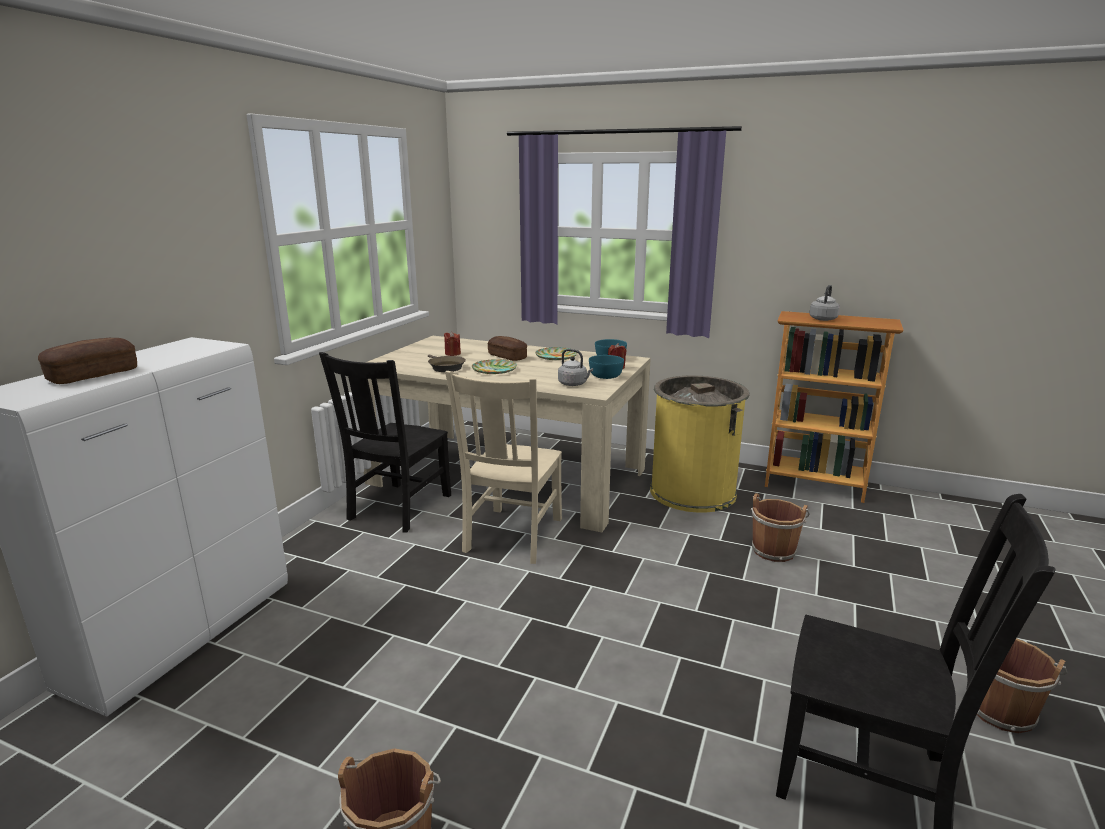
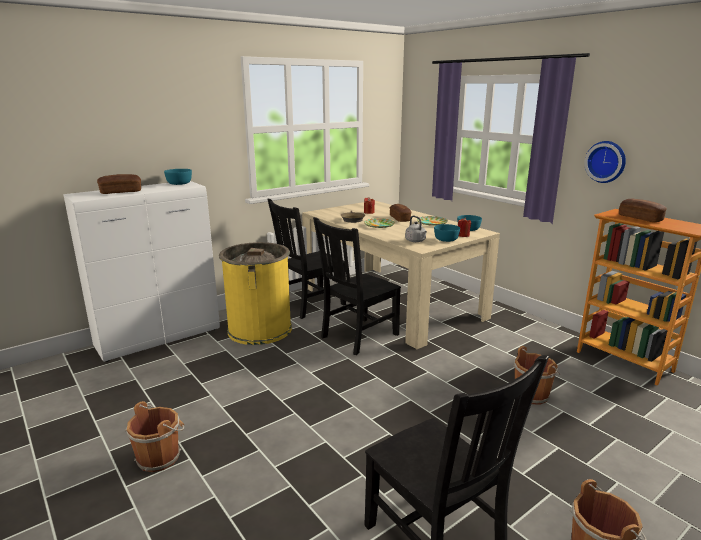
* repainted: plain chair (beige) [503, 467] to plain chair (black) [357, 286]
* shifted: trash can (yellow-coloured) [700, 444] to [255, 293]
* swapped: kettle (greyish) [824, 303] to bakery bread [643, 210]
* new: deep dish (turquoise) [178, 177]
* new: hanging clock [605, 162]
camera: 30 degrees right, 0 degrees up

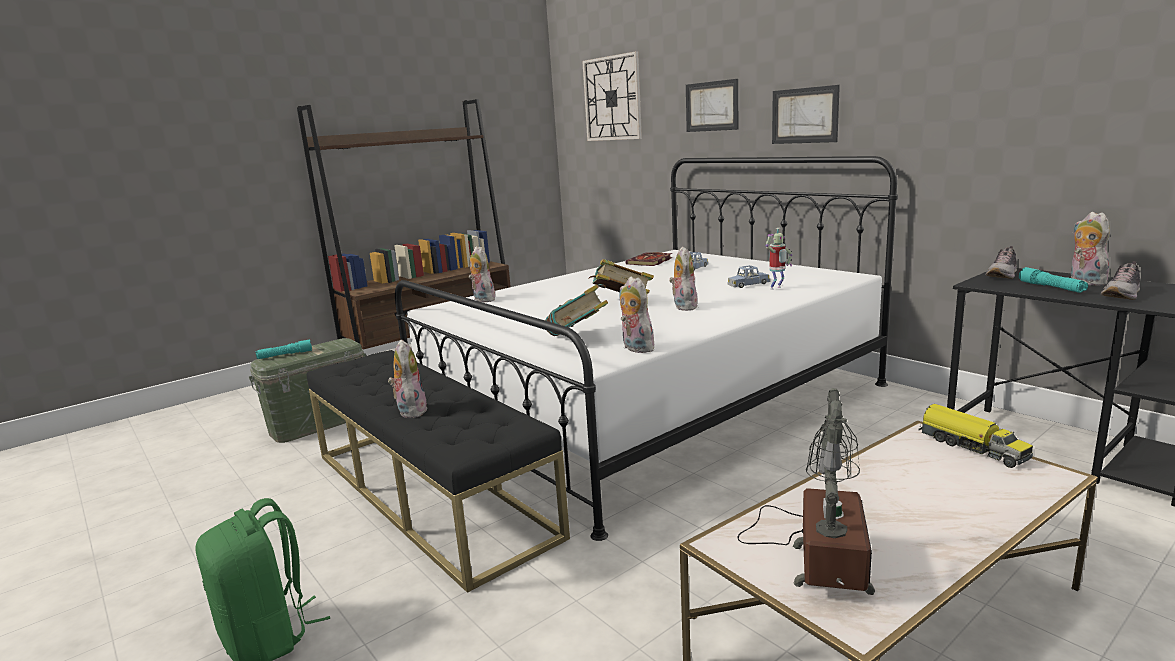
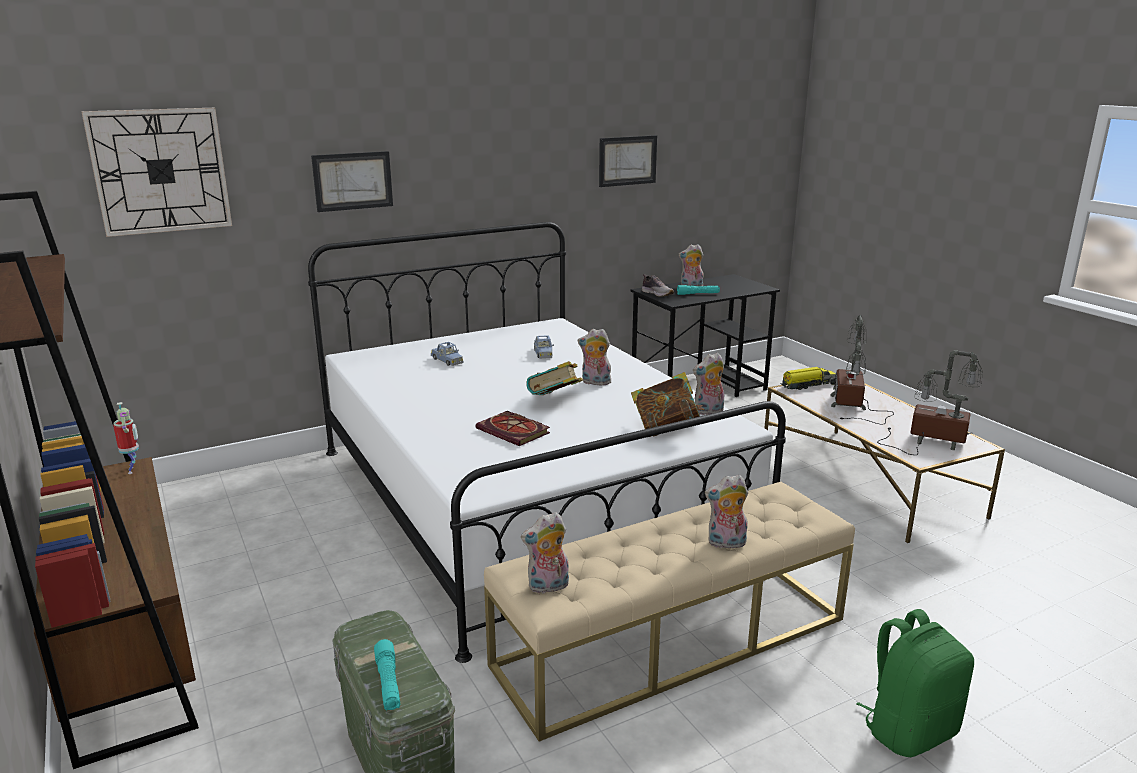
* repainted: indoor bench (black) [438, 471] to indoor bench (beige) [669, 612]
* shifted: cuddly toy [481, 274] to [545, 553]
* shifted: book [649, 259] to [513, 428]
* shifted: toy robot [779, 259] to [126, 438]
* shifted: wall art [806, 114] to [628, 161]
* gone: low shoe [1120, 280]
* new: table lamp [862, 370]
camera: 80 degrees left, 5 degrees up

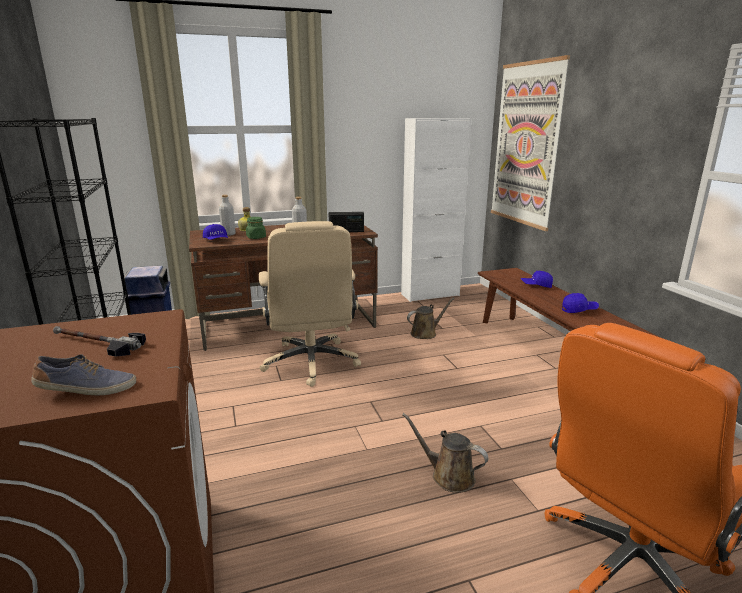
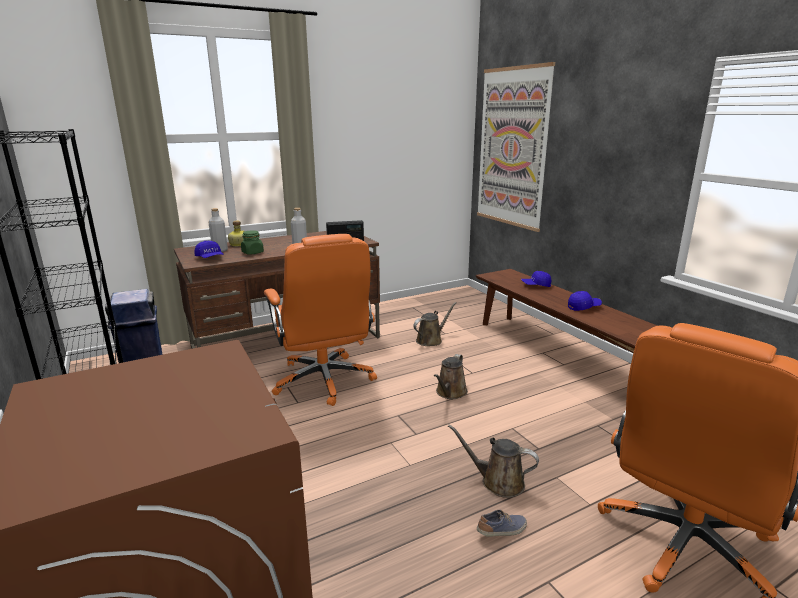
* shifted: low shoe [83, 374] to [502, 523]
* gone: tool hammer [99, 341]
* repainted: office chair (beige) [310, 304] to office chair (orange) [320, 320]
* gone: cabinet (whitish) [436, 210]
* new: watering pot (brownish) [451, 376]
camera: 10 degrees left, 0 degrees up

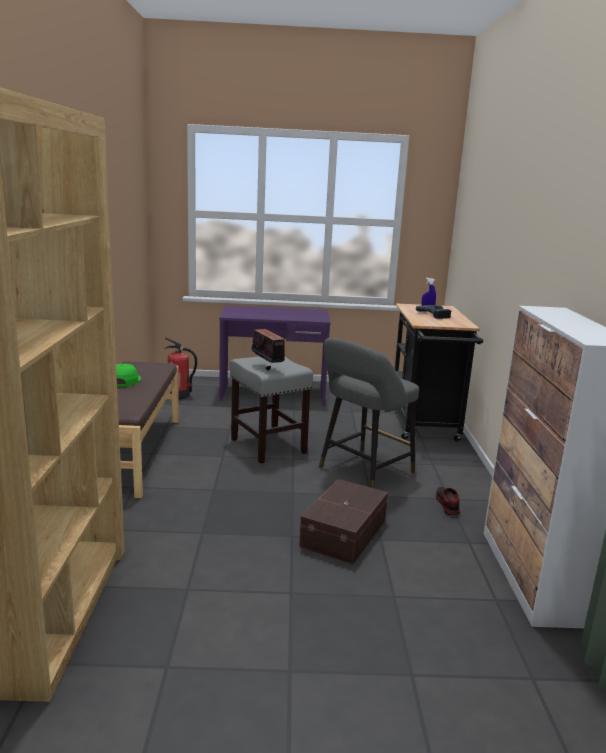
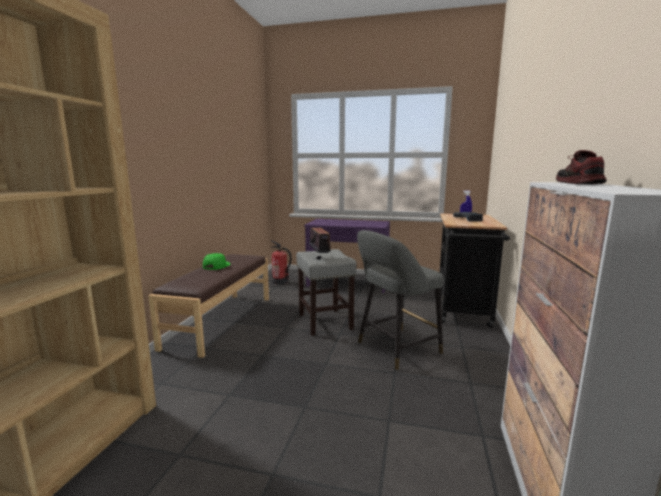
* gone: storage container (brownish) [343, 521]
* shifted: low shoe [448, 501] to [581, 167]
camera: 15 degrees right, 5 degrees down

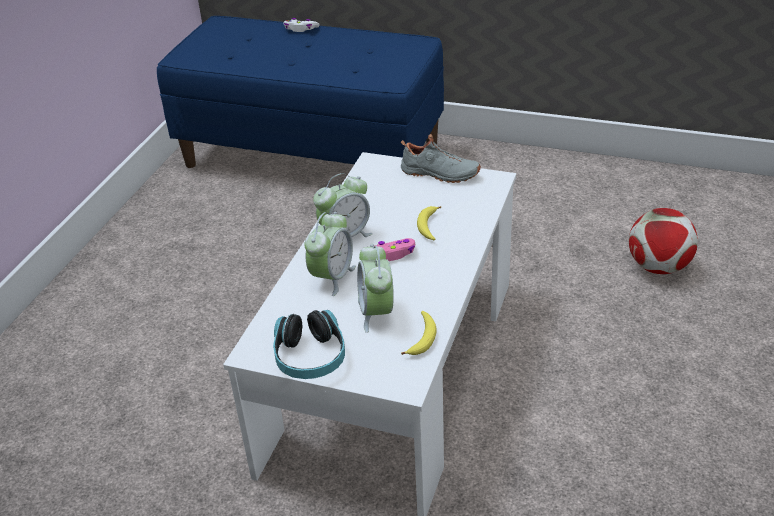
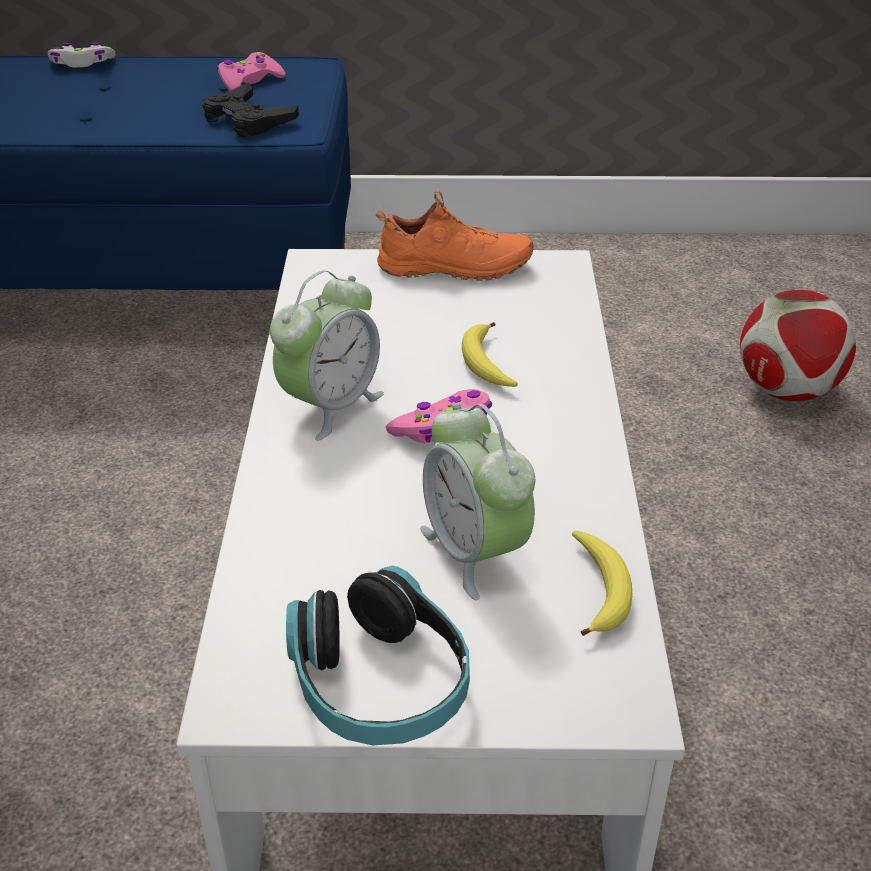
* gone: table clock [330, 254]
* repainted: low shoe (greyish) [441, 158] to low shoe (orange) [454, 236]
* new: joypad (black) [250, 110]
* new: joypad (pinkish) [251, 71]
camera: 20 degrees left, 0 degrees up

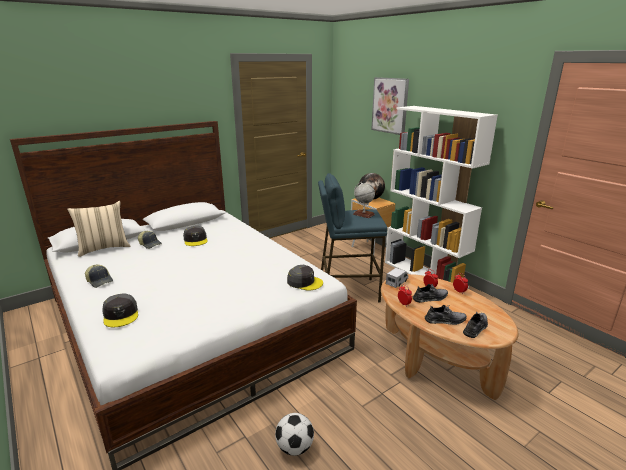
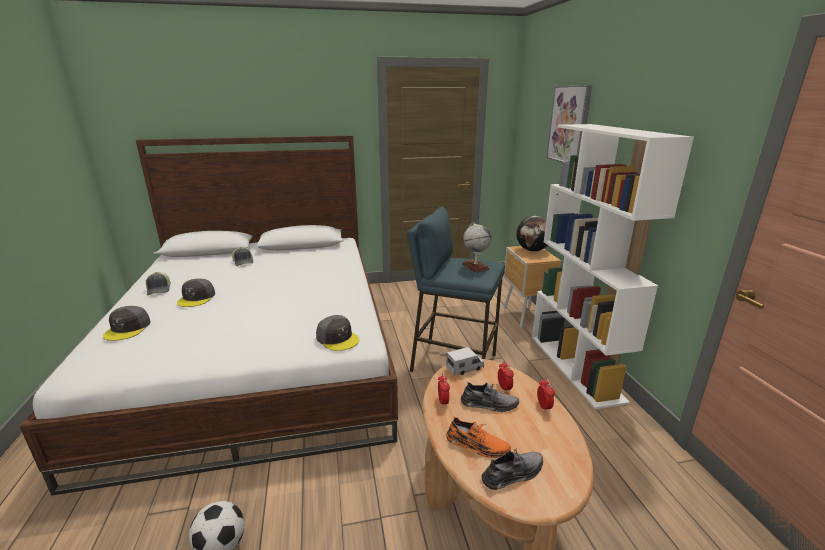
* gone: pillow (beige) [99, 229]
* shifted: cap (greyish) [195, 236] to [196, 292]
* repainted: low shoe (greyish) [446, 315] to low shoe (orange) [478, 437]
camera: 25 degrees right, 0 degrees up

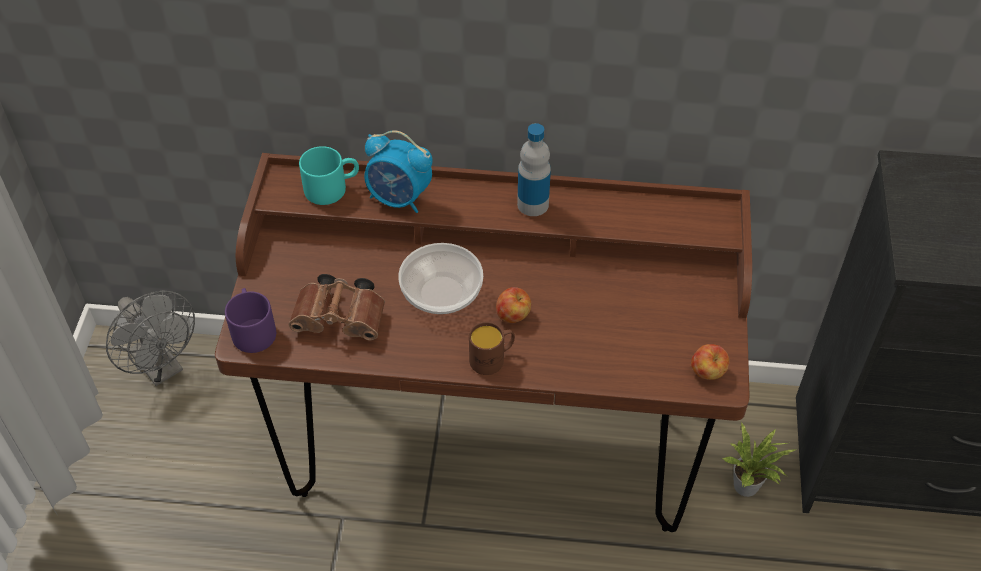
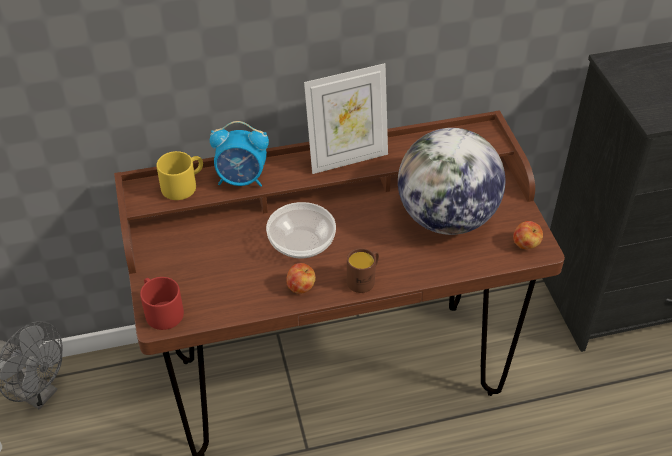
* repainted: tea mug (purple-coloured) [250, 320] to tea mug (reddish) [162, 303]
* gone: field glasses (brownish) [337, 307]
* repainted: tea mug (turquoise) [329, 175] to tea mug (yellow-coloured) [179, 175]
* shifted: apple [513, 305] to [301, 278]
* swapped: bottle [534, 169] to picture frame [346, 118]
* gone: houseplant [758, 459]
* new: globe [451, 181]
camera: 20 degrees left, 5 degrees down

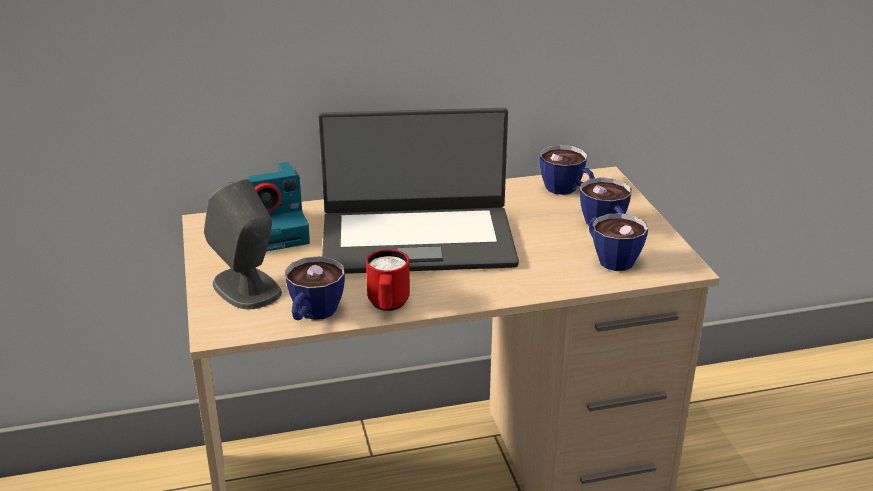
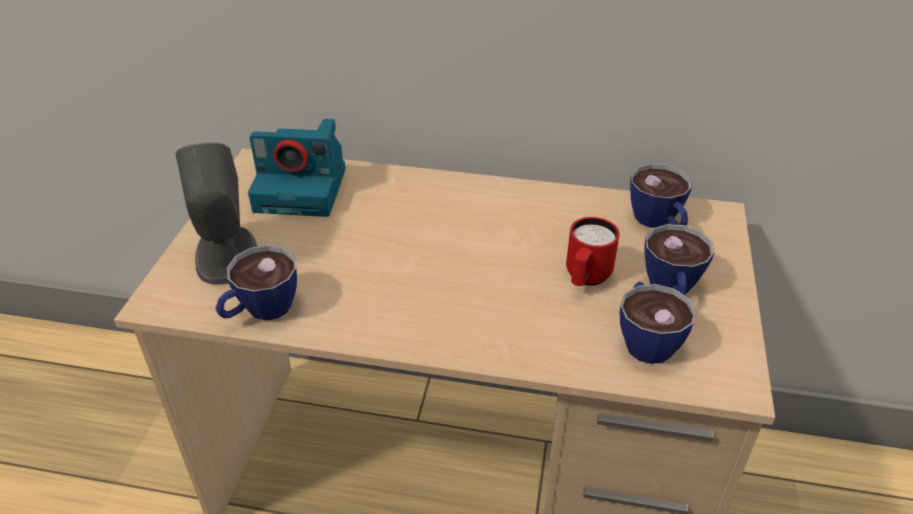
* gone: notebook computer [419, 191]
* shifted: tea mug (reddish) [388, 280] to [593, 251]
camera: 25 degrees right, 10 degrees up

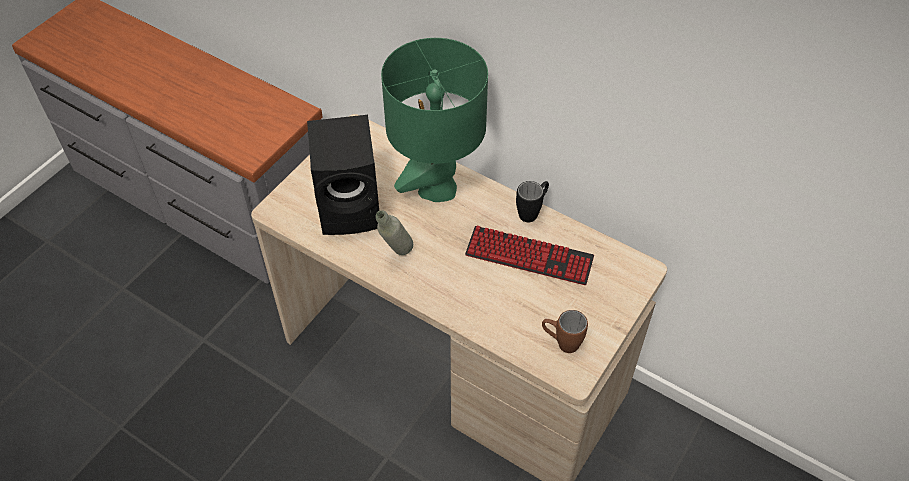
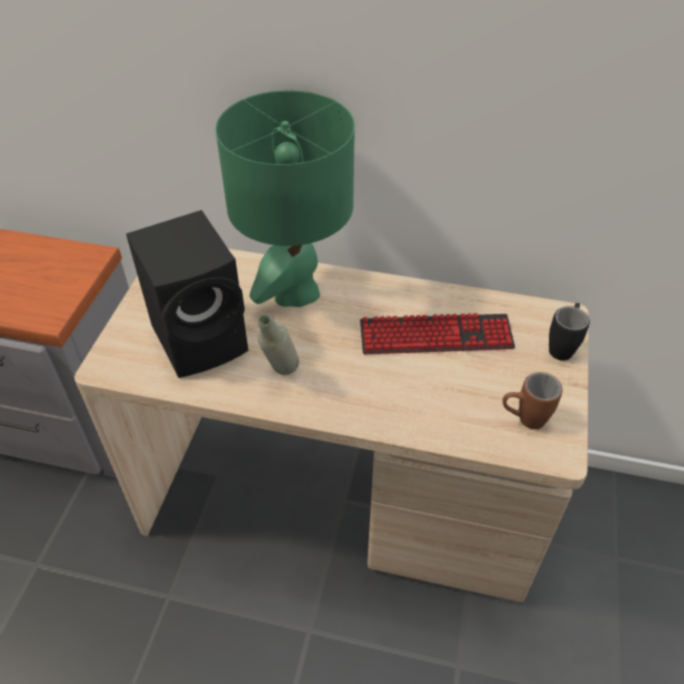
* shifted: tea mug (black) [532, 201] to [569, 332]
camera: 20 degrees left, 5 degrees down

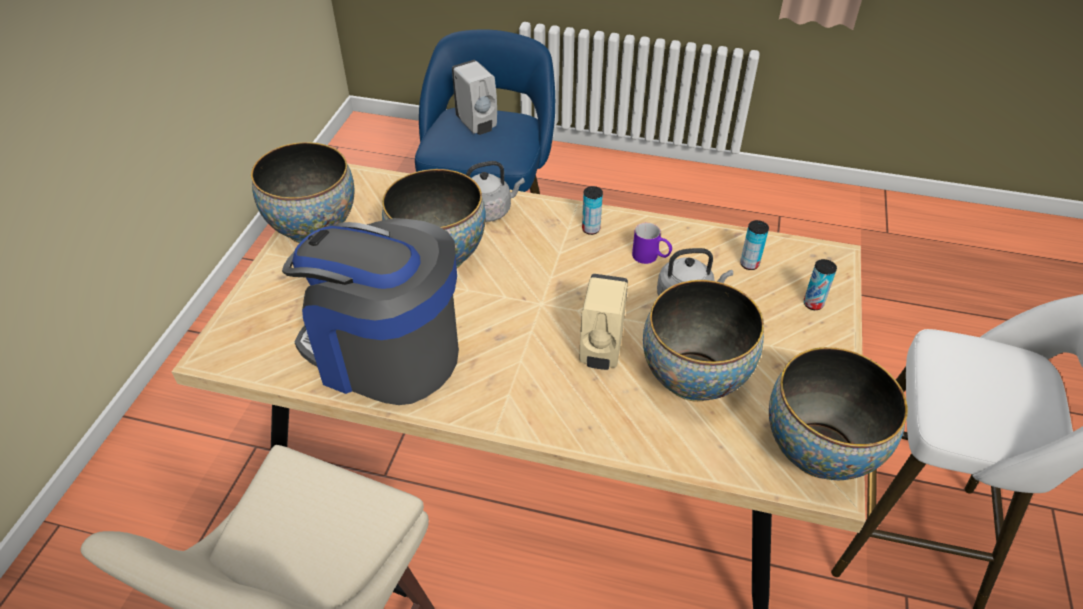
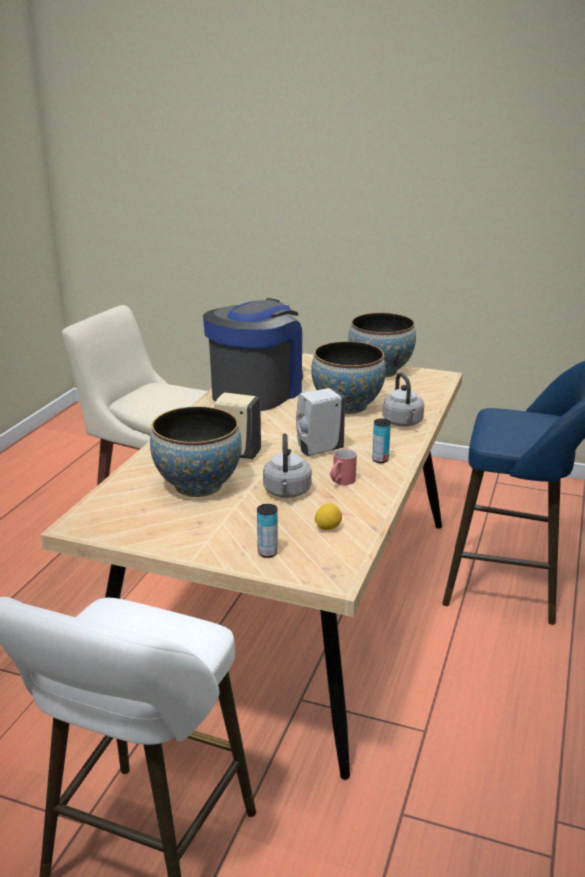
* shifted: soap dispenser (whitish) [474, 97] to [320, 422]
* repainted: tea mug (purple-coloured) [652, 243] to tea mug (reddish) [343, 467]
* swapped: metal can [754, 245] to citrus fruit [328, 517]
* gone: deep dish [838, 413]
camera: 95 degrees right, 20 degrees down

